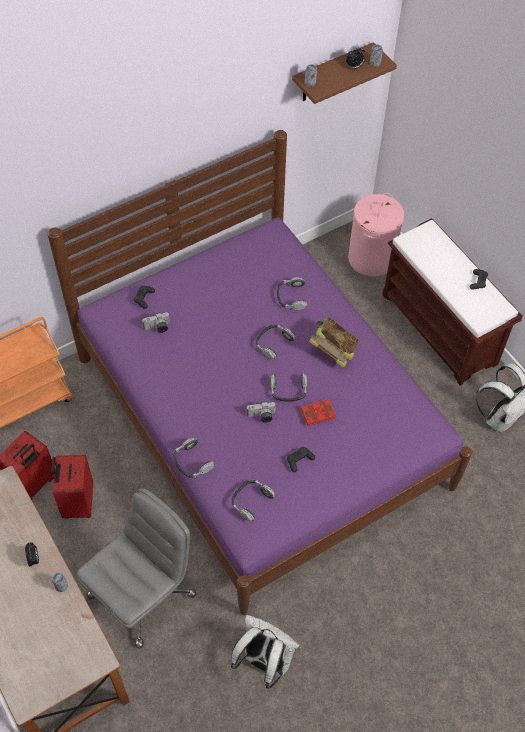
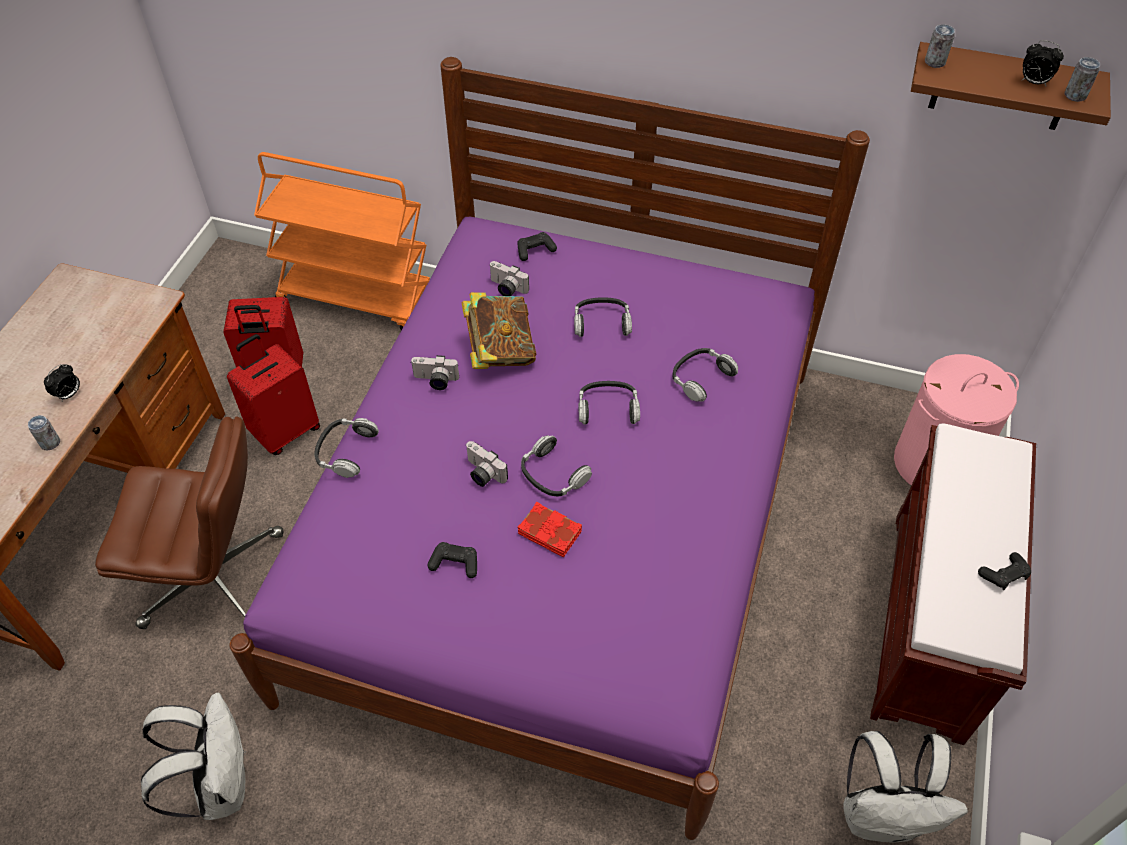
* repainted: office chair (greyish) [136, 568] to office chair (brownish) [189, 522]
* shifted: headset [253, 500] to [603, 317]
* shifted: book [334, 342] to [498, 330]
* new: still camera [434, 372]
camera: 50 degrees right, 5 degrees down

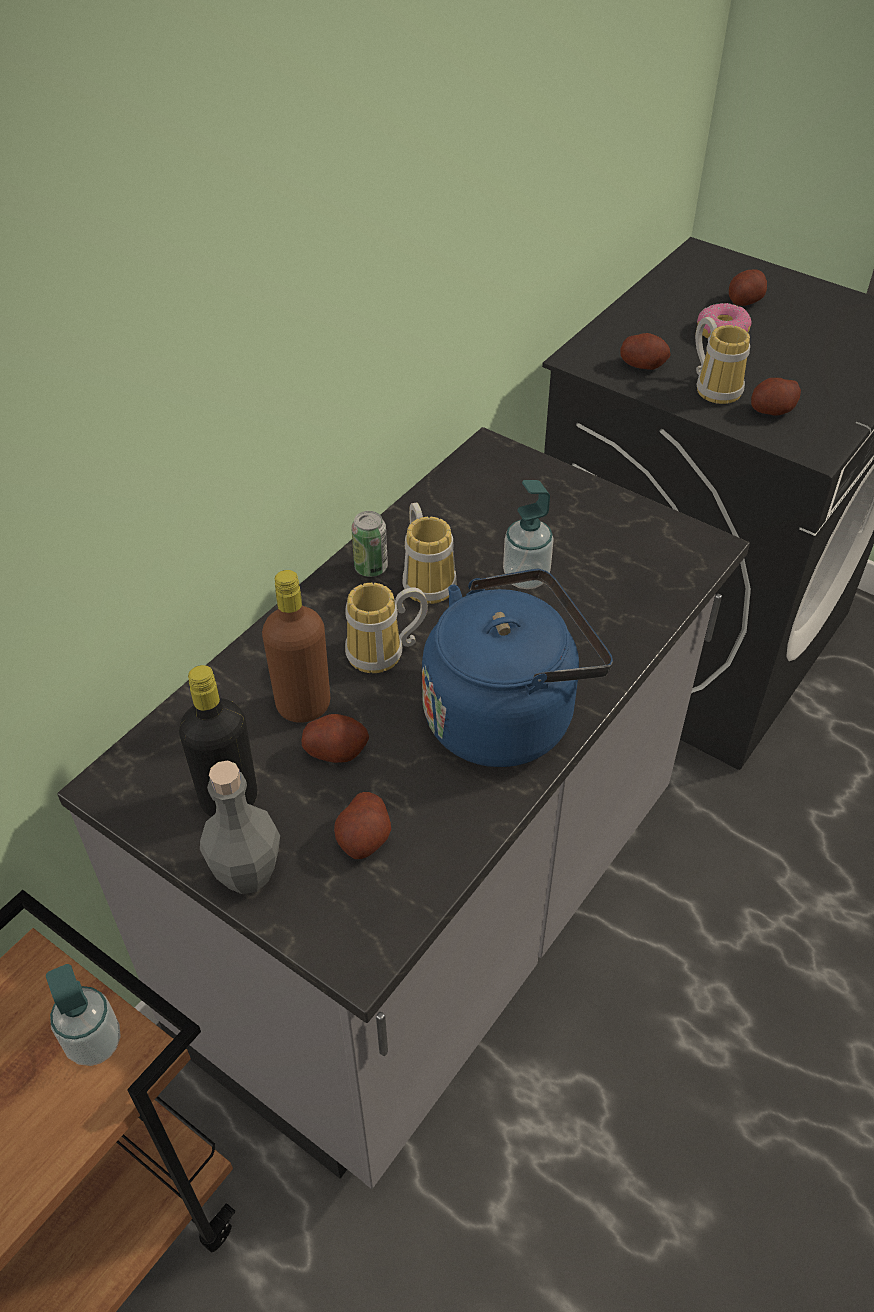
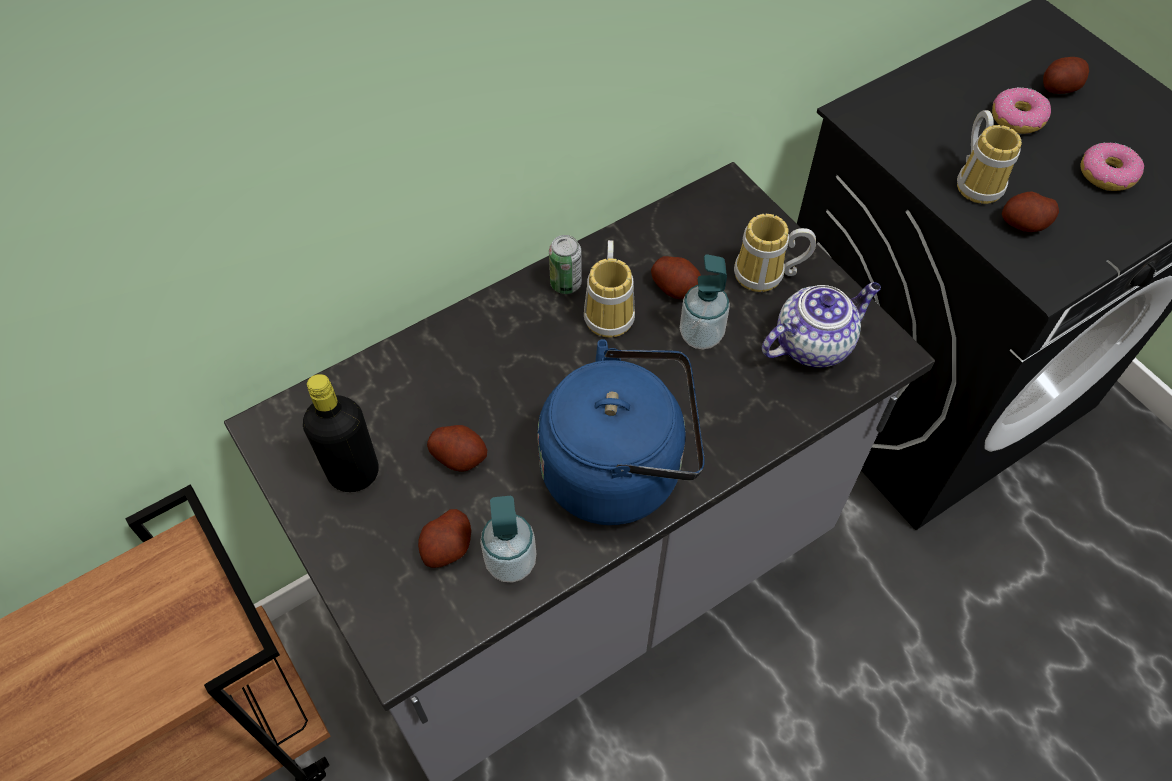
* shifted: soap dispenser [83, 1015] to [508, 539]
* gone: bottle (greyish) [240, 827]
* gone: bottle (brownish) [296, 646]
* shifted: tea mug [386, 628] to [775, 253]
* shifted: potato [645, 351] to [676, 277]
* new: tea pot [821, 325]
* new: doughnut [1112, 166]
camera: 20 degrees right, 10 degrees up

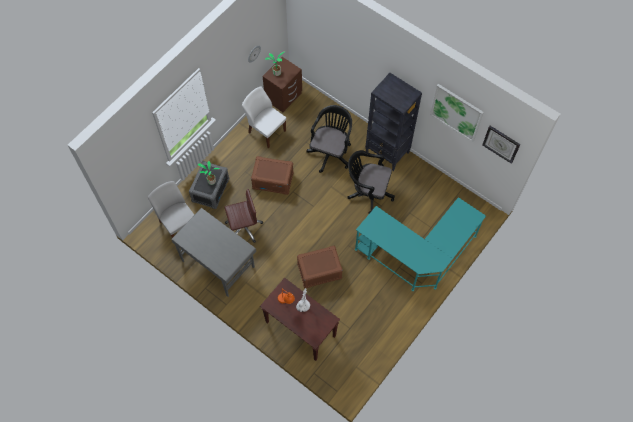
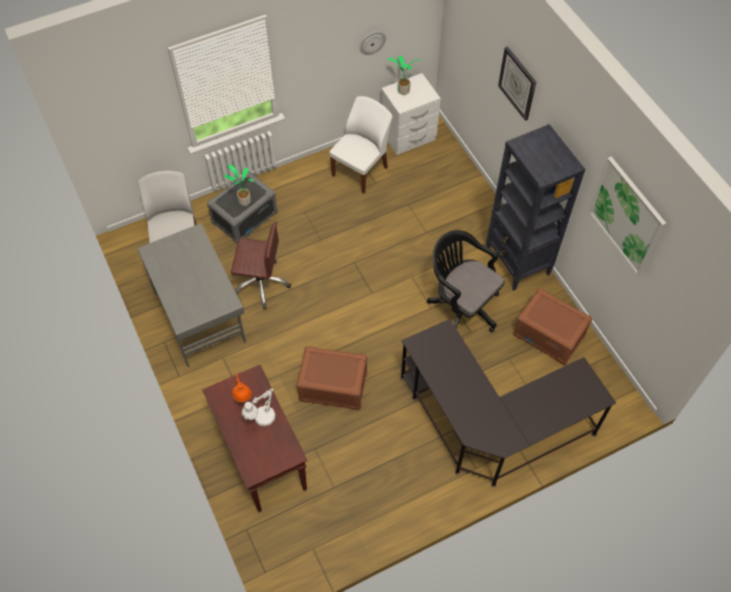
* rotated: plain chair (whitish) [264, 117] = [360, 145] 60 degrees clockwise
* shifted: storage container (brownish) [272, 175] to [552, 326]
* repainted: bedside table (brownish) [282, 84] to bedside table (whitish) [411, 114]
* gone: office chair (black) [329, 139]
* repainted: desk (turquoise) [420, 244] to desk (black) [508, 403]
* shifted: hanging clock [501, 145] to [517, 84]
camera: 25 degrees right, 5 degrees down

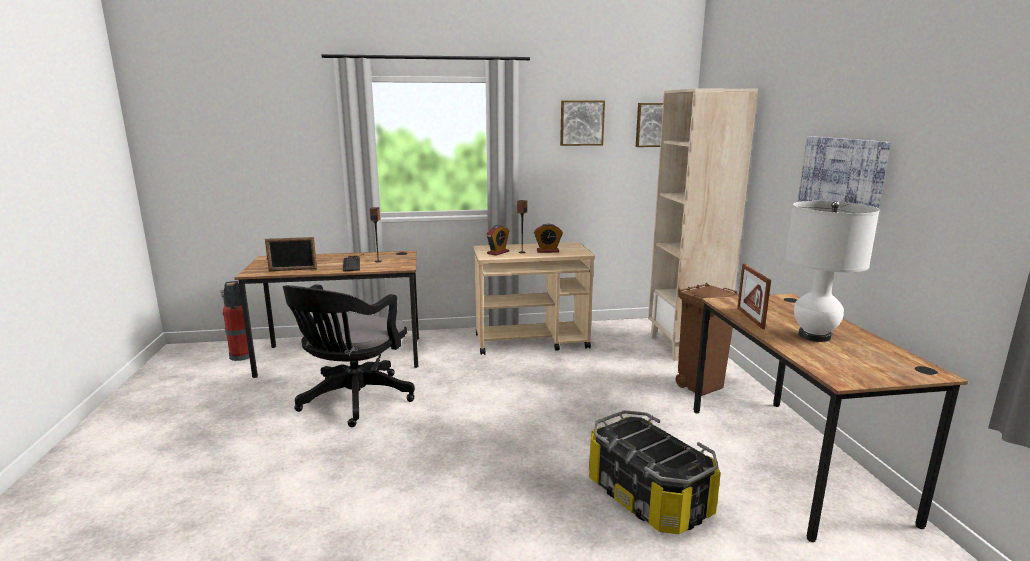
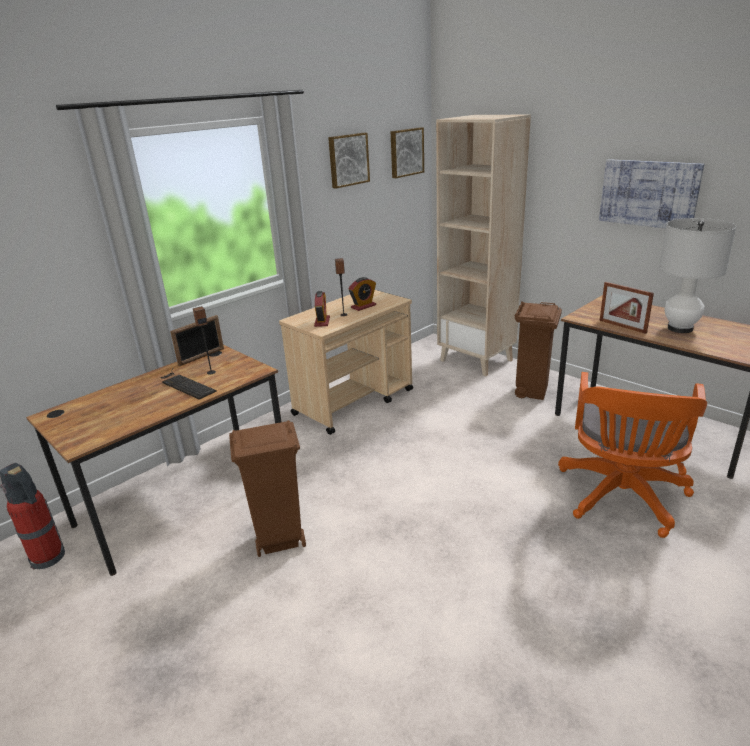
* shifted: picture frame [291, 254] to [197, 340]
* swapped: office chair (black) [349, 355] to trash can (brownish) [267, 488]
* swapped: storage container [655, 472] to office chair (orange) [632, 455]
camera: 35 degrees left, 10 degrees up

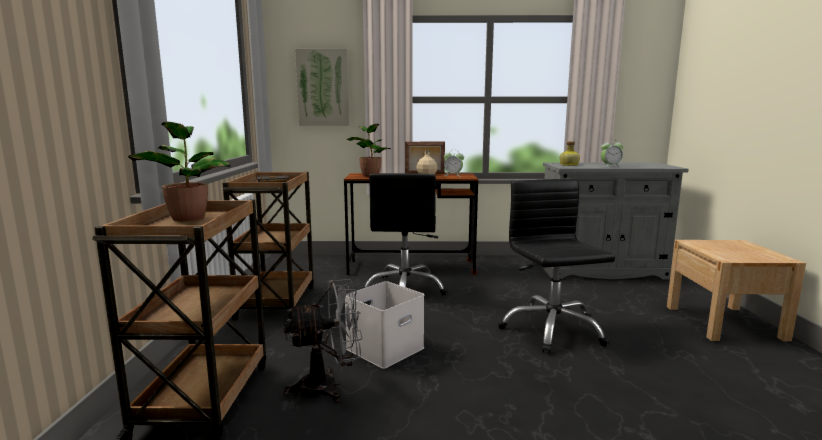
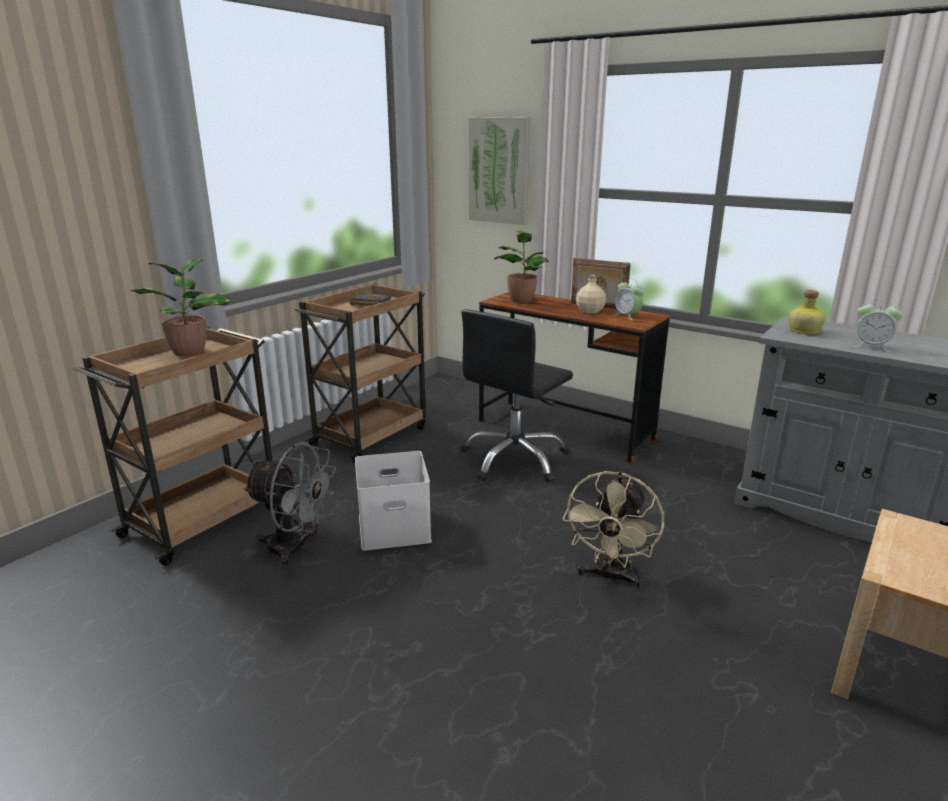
* swapped: office chair (black) [556, 266] to electric fan (beige) [613, 530]
camera: 35 degrees right, 10 degrees up

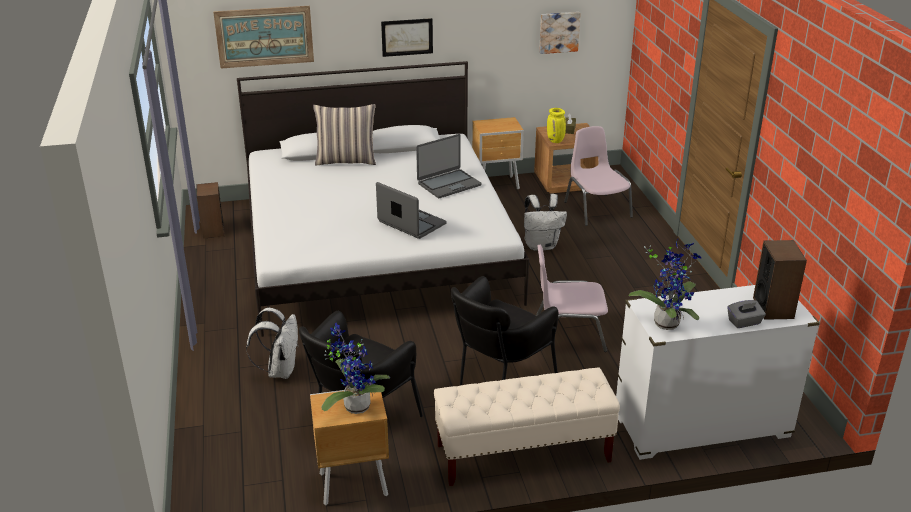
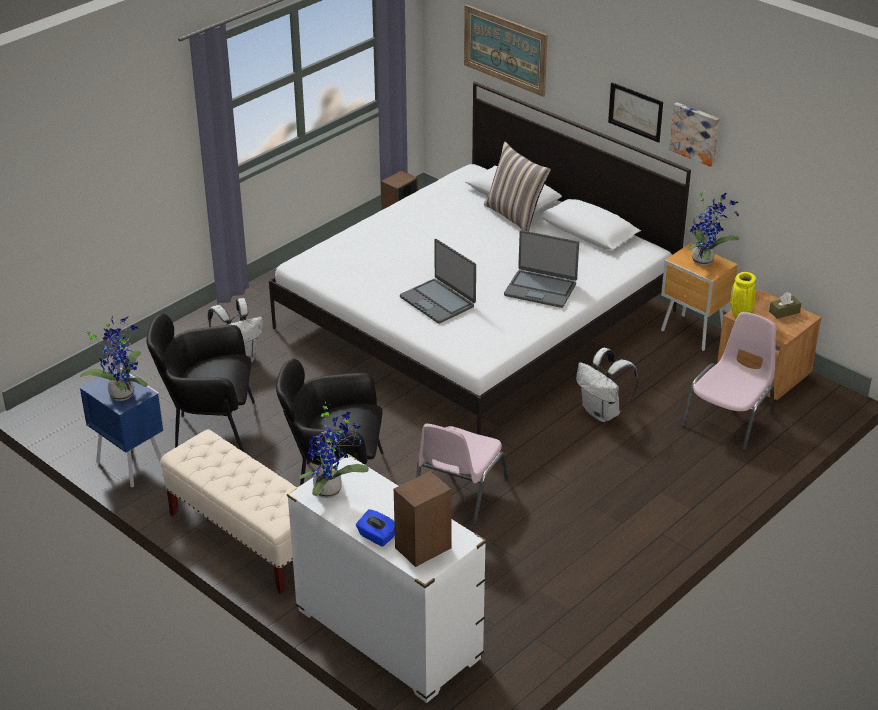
* repainted: bedside table (brownish) [349, 447] to bedside table (bluish) [122, 428]
* rotated: notebook computer [411, 210] = [438, 281] 135 degrees clockwise
* rotated: plain chair (pinkish) [572, 298] = [462, 474] 120 degrees counterclockwise
* shifted: wall art [560, 33] to [694, 134]
* repainted: box of tissues (greyish) [746, 314] to box of tissues (bluish) [375, 528]
* new: houseplant [713, 227]
camera: 55 degrees right, 5 degrees up

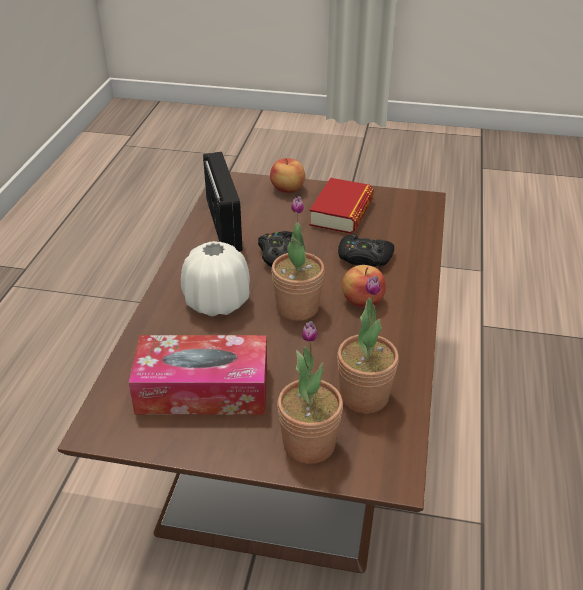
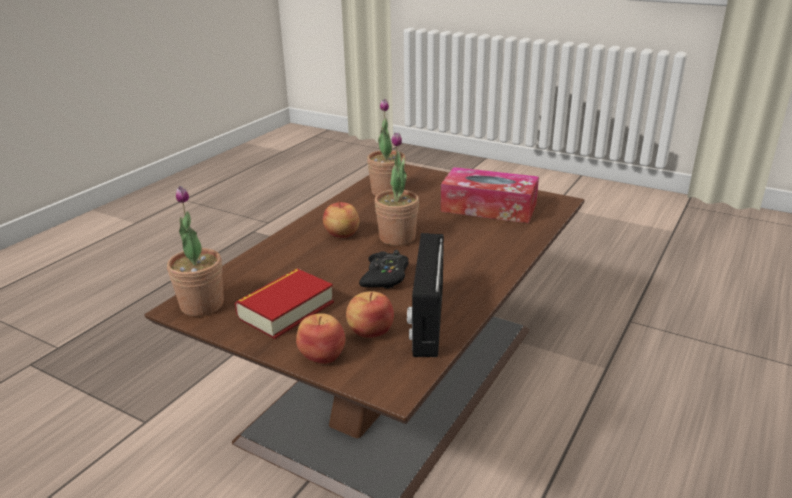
* gone: vase (whitish) [215, 279]
* shifted: houseplant [310, 392] to [195, 251]
* gone: joypad (black) [366, 250]
* new: apple [370, 314]
camera: 160 degrees left, 10 degrees down

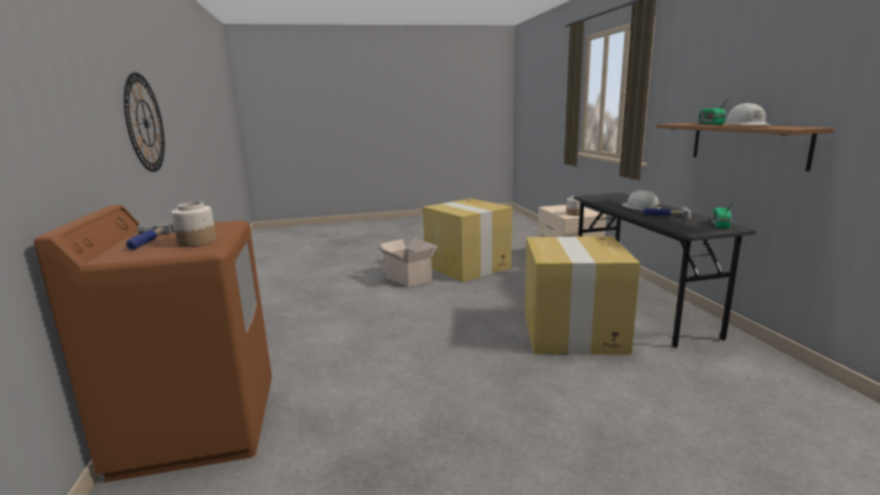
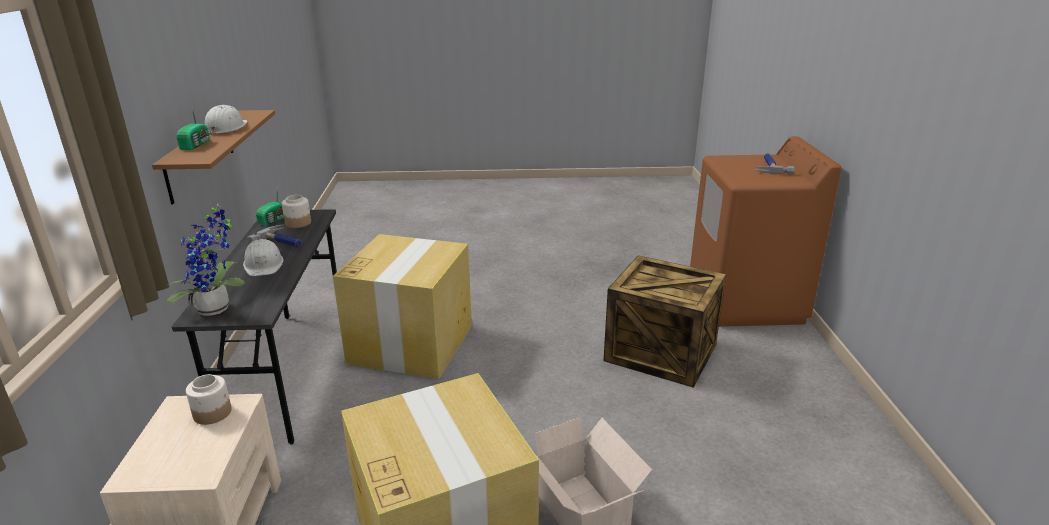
* gone: hanging clock [144, 122]
* shifted: preserve jar [193, 224] to [296, 211]
* new: houseplant [206, 260]
* new: packing crate [665, 321]
camera: 170 degrees left, 10 degrees up

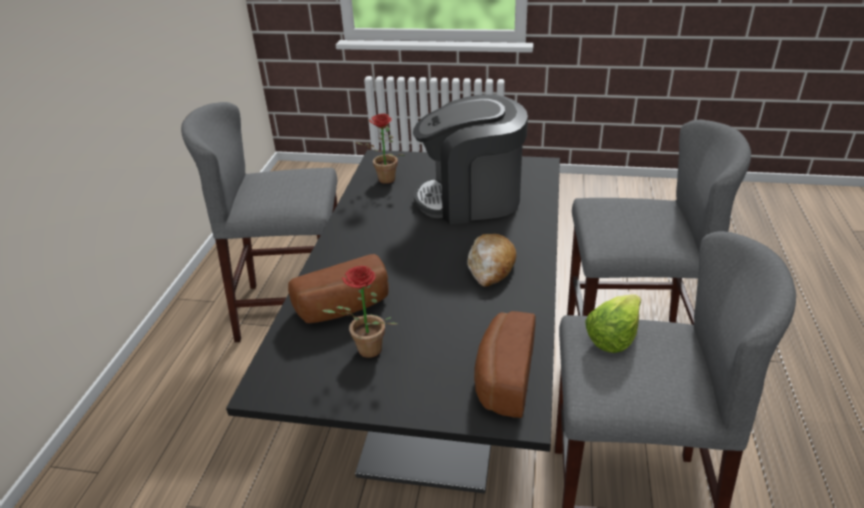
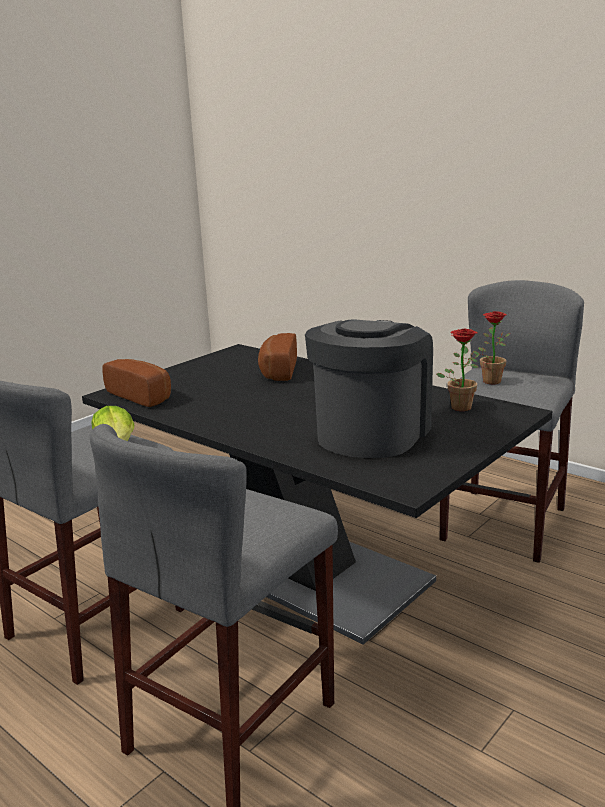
* shifted: houseplant [359, 312] to [491, 347]
* gone: bakery bread [491, 260]
camera: 120 degrees right, 15 degrees down

